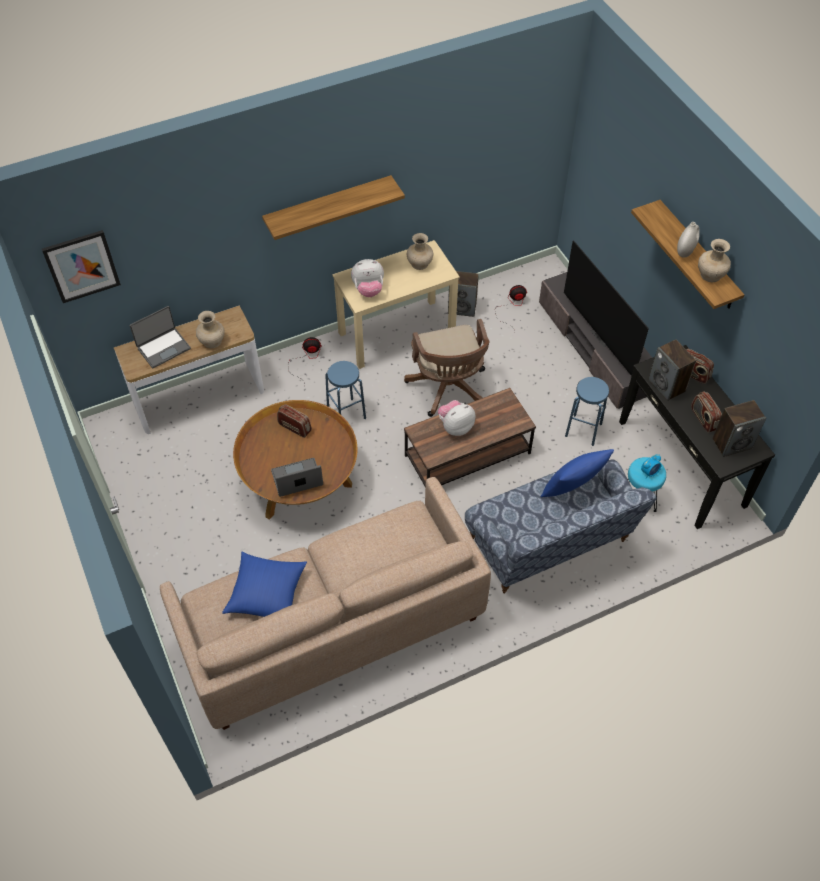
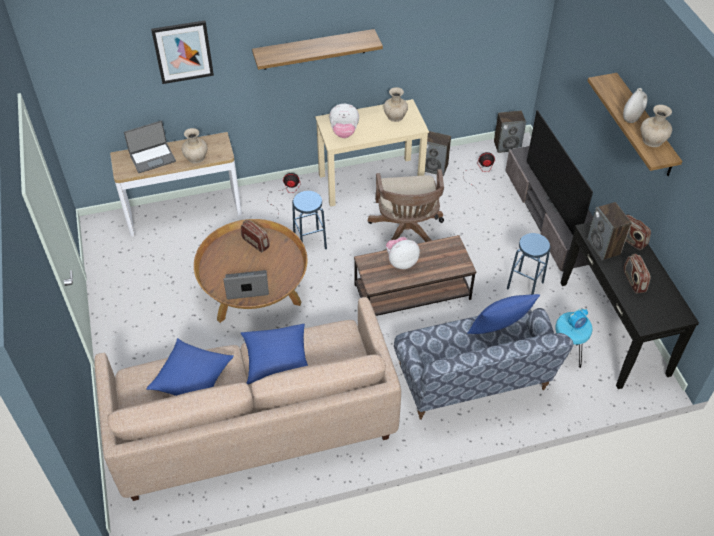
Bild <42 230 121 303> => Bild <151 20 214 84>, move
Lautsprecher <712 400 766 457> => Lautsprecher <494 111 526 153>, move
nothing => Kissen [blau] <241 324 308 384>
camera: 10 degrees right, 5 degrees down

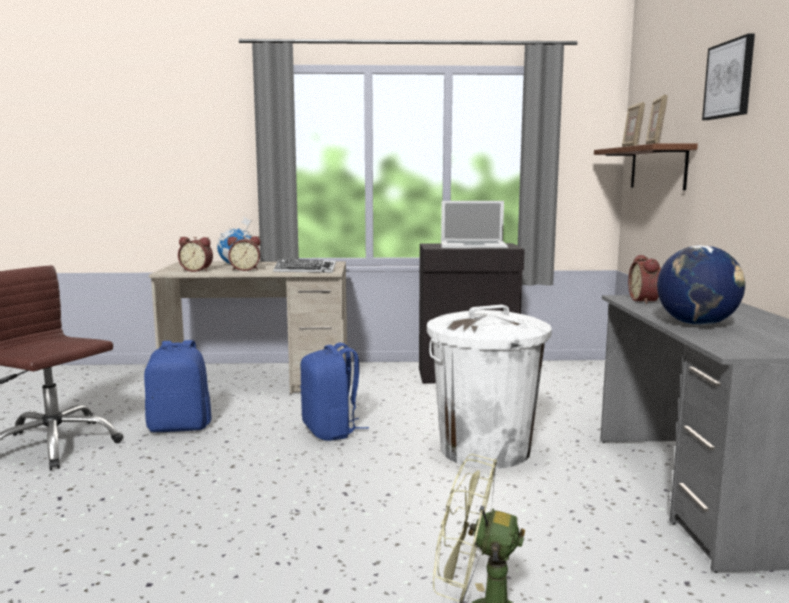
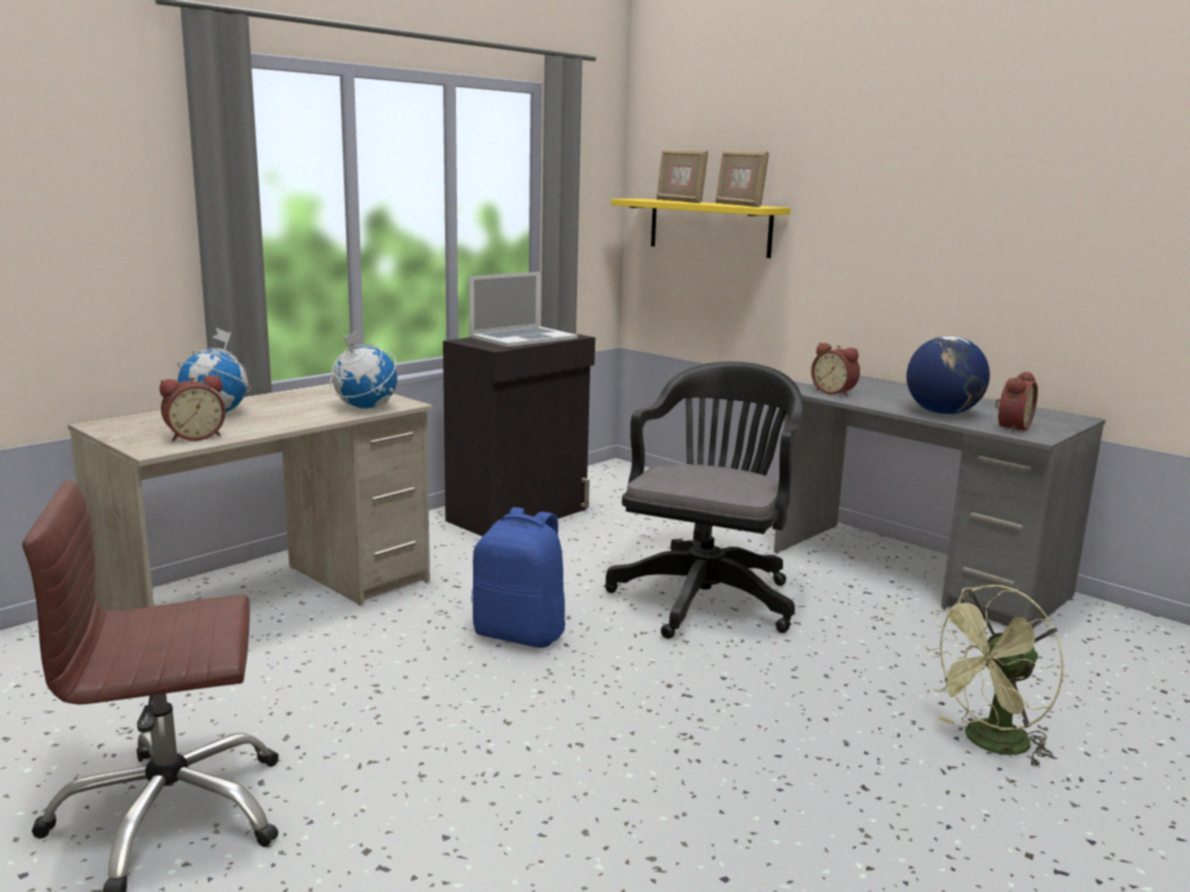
Bild <702 34 755 120> => nothing
Wandregal [braun] <594 143 698 190> => Wandregal [gelb] <611 199 791 258>
Wecker <227 236 260 271> => Wecker <995 372 1038 433>, move
Tastatur <273 259 336 273> => Globus <330 330 397 409>
Mülleimer [weiß] <427 305 552 469> => Bürostuhl [schwarz] <605 361 802 639>
Rucksack [blau] <144 340 212 432> => nothing
camera: 45 degrees left, 5 degrees up

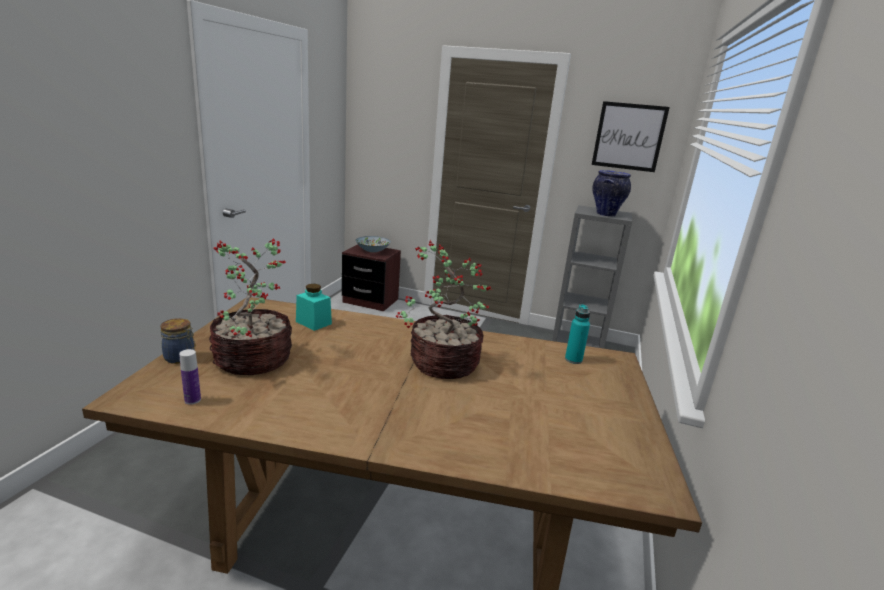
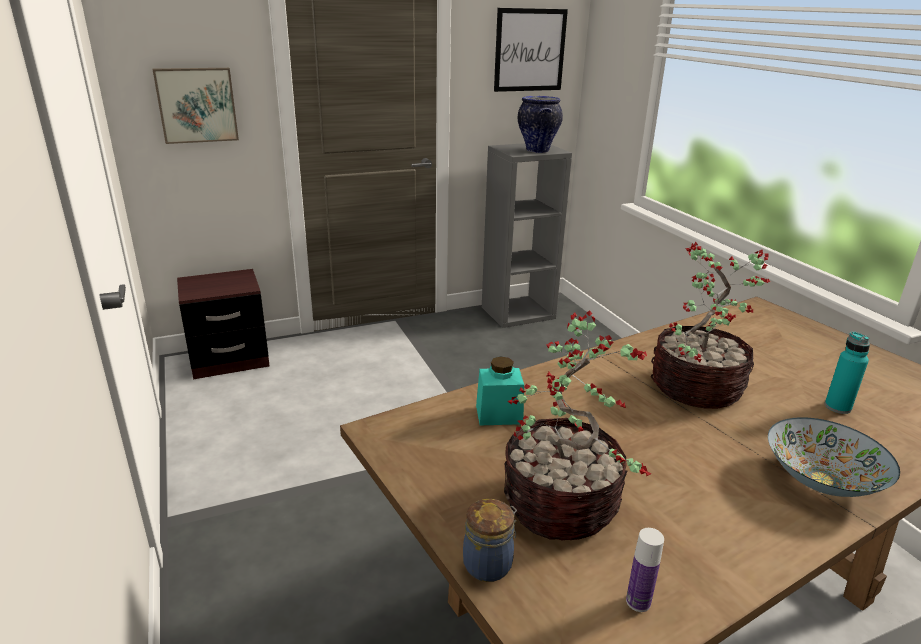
Schüssel <356 236 391 253> => Schüssel <768 417 900 497>, move
Flasche [türkis] <565 304 590 364> => Flasche [türkis] <825 331 870 414>, move
nothing => Bild <153 68 239 144>
camera: 40 degrees left, 5 degrees up

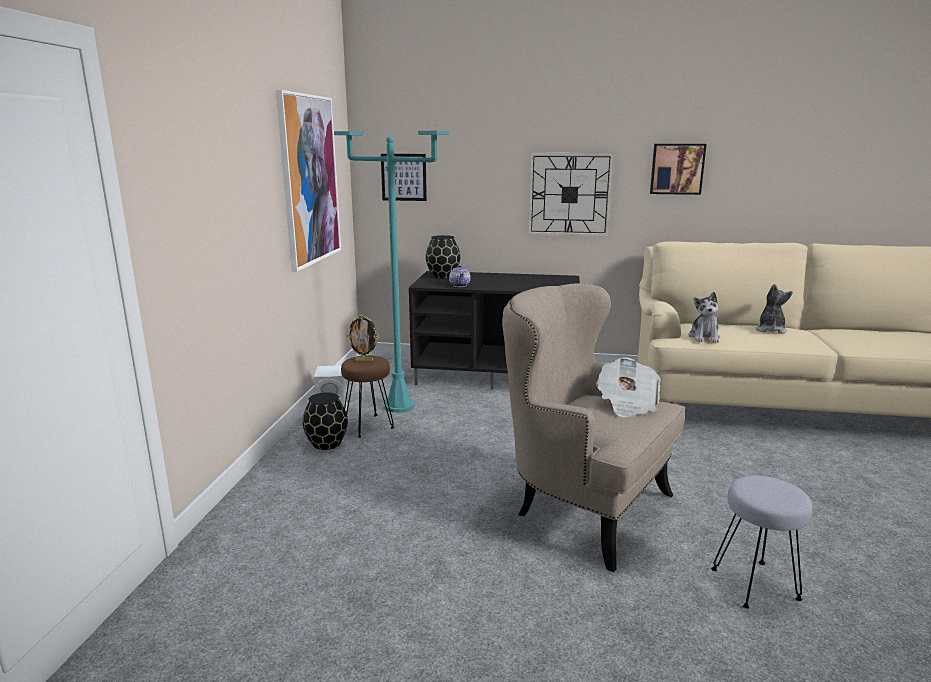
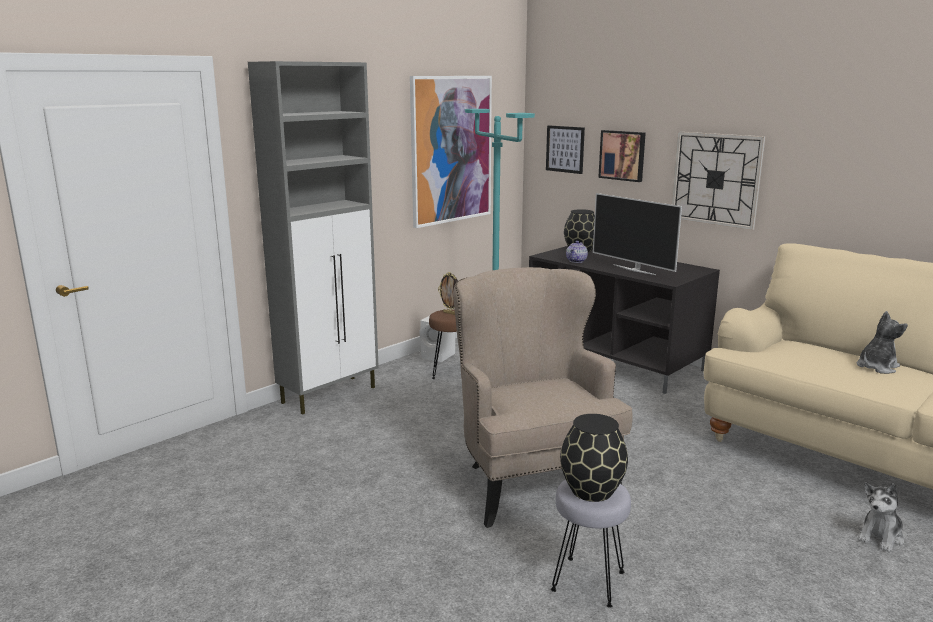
Bild <650 144 707 195> => Bild <598 130 646 182>, move
Plüschtier <688 292 720 343> => Plüschtier <858 482 904 552>, move
Zeitung <596 357 661 417> => nothing
Vase [schwarz] <303 393 348 450> => Vase [schwarz] <560 414 628 502>, move
nothing => Schrank [grau] <248 61 379 415>
nothing => Fernseher <593 193 682 275>
camera: 35 degrees right, 0 degrees up

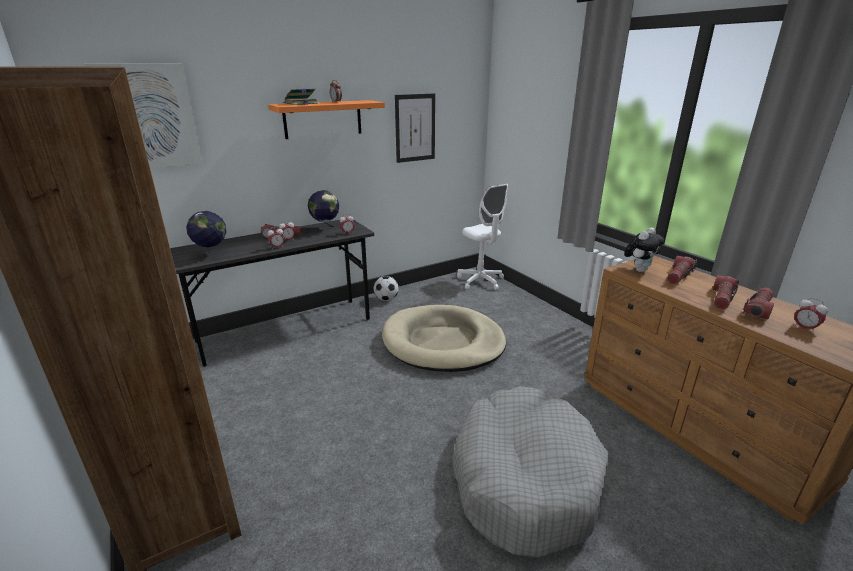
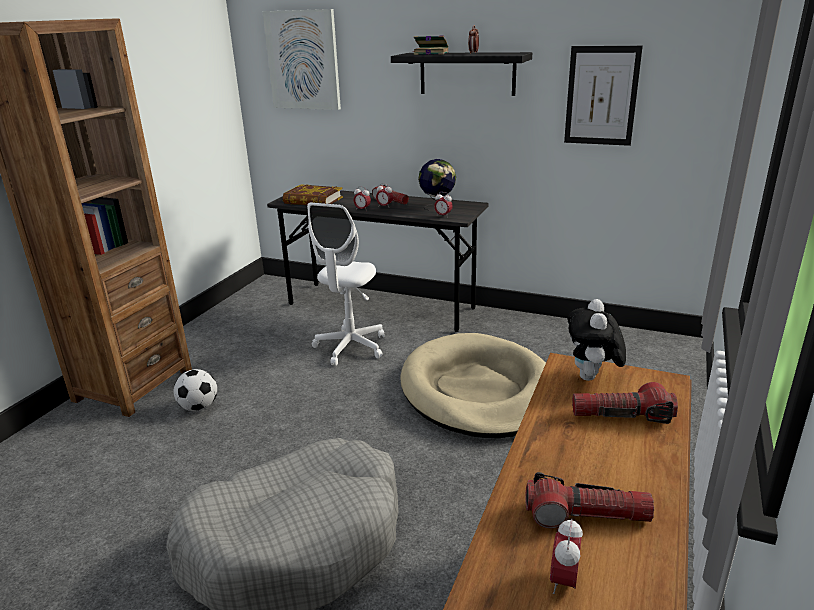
Wandregal [orange] <268 100 385 139> => Wandregal [schwarz] <391 52 532 96>
Bürostuhl [weiß] <457 184 508 290> => Bürostuhl [weiß] <307 202 384 366>, move
Globus <186 211 228 258> => Buch <283 184 343 205>
Plüschtier <624 228 664 272> => Plüschtier <568 299 626 381>, 90 degrees clockwise
Taschenlampe <713 275 740 309> => nothing
Fußball <374 276 399 301> => Fußball <174 369 217 411>, move
camera: 55 degrees right, 0 degrees up

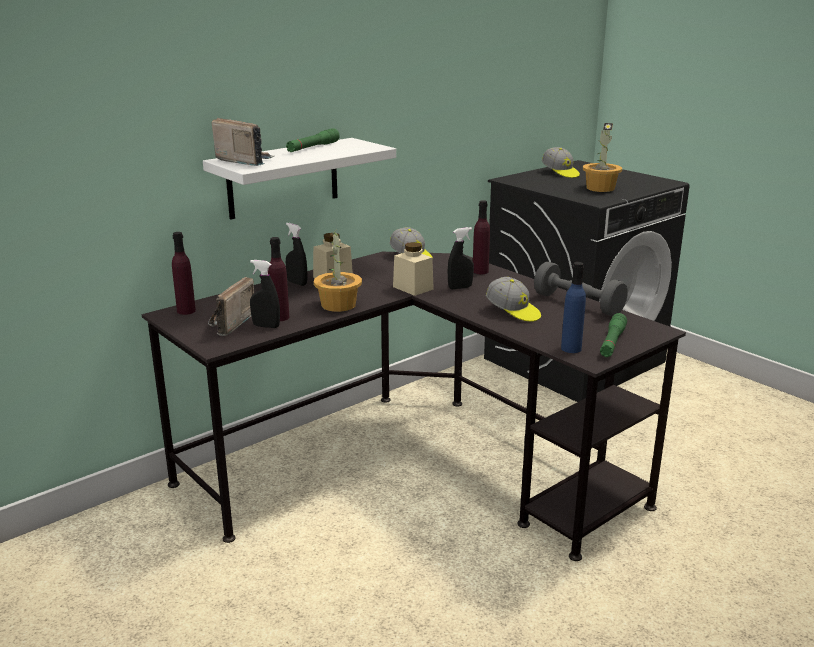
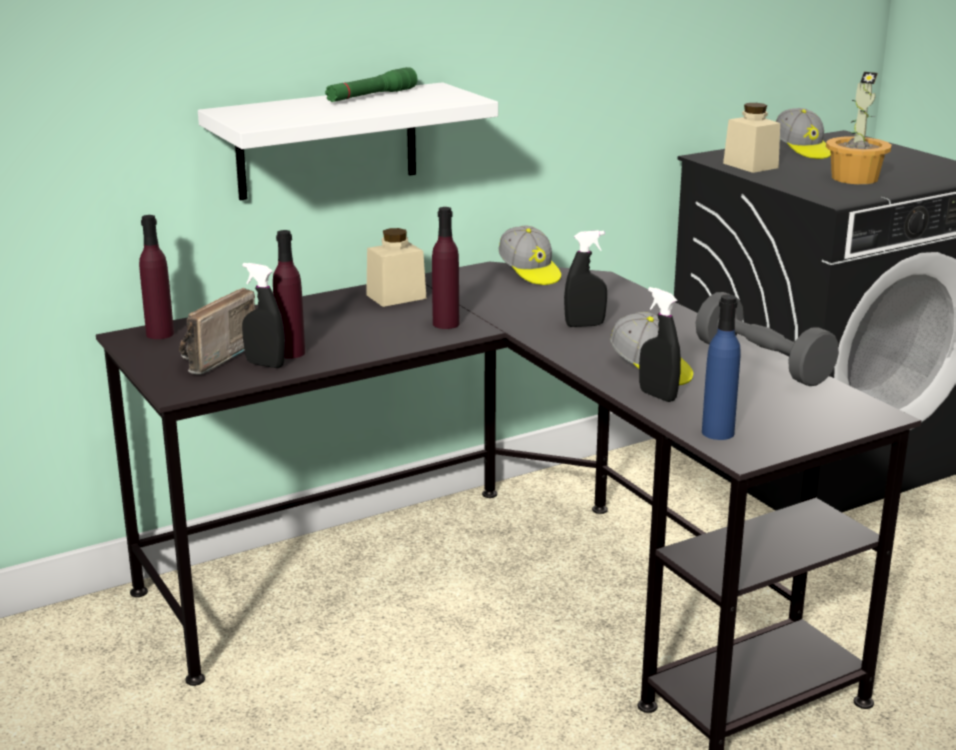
Radio <212 118 274 166> => nothing
Flasche [lila] <473 200 490 274> => Flasche [lila] <432 207 459 329>, move
Sprühflasche [schwarz] <286 223 307 286> => Sprühflasche [schwarz] <639 287 681 402>, move
Topfpflanze <314 231 362 312> => nothing
Vorratsglas [beige] <393 242 434 296> => Vorratsglas [beige] <723 103 780 173>, move
Taschenlampe [grün] <600 313 627 357> => nothing
camera: 10 degrees right, 0 degrees up

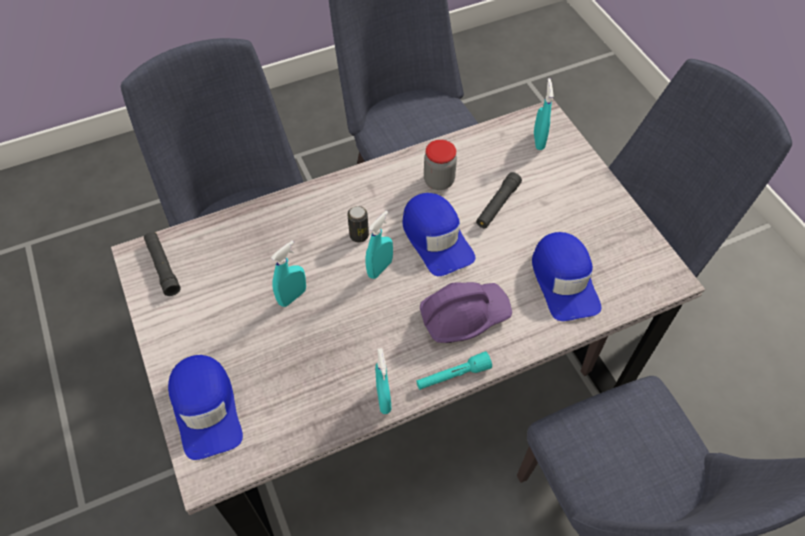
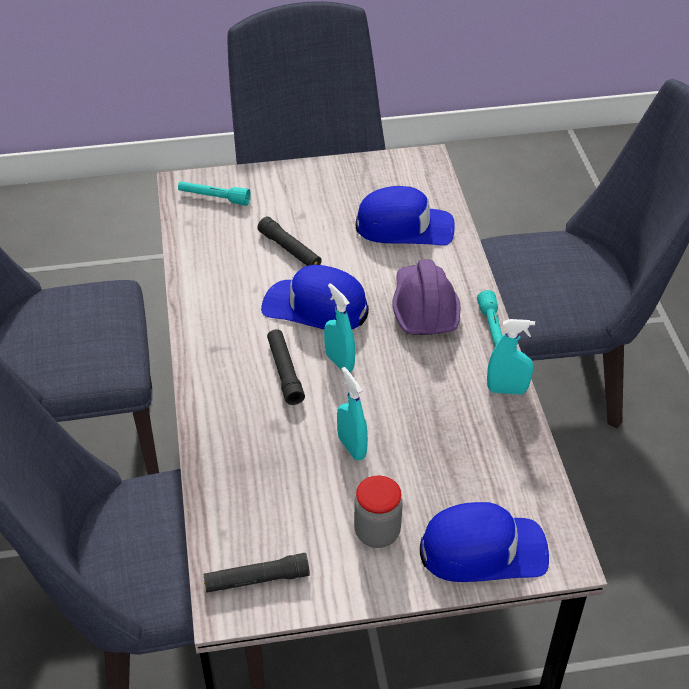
Sprühflasche [türkis] <534 78 553 150> => Taschenlampe [türkis] <178 181 250 206>
Vorratsglas <424 140 457 190> => Vorratsglas <354 476 403 548>, move
Kappe [blau] <402 193 475 276> => Kappe [blau] <261 265 369 329>, 150 degrees counterclockwise
Dose <347 206 369 243> => Taschenlampe [schwarz] <267 329 305 405>
camera: 75 degrees left, 10 degrees down

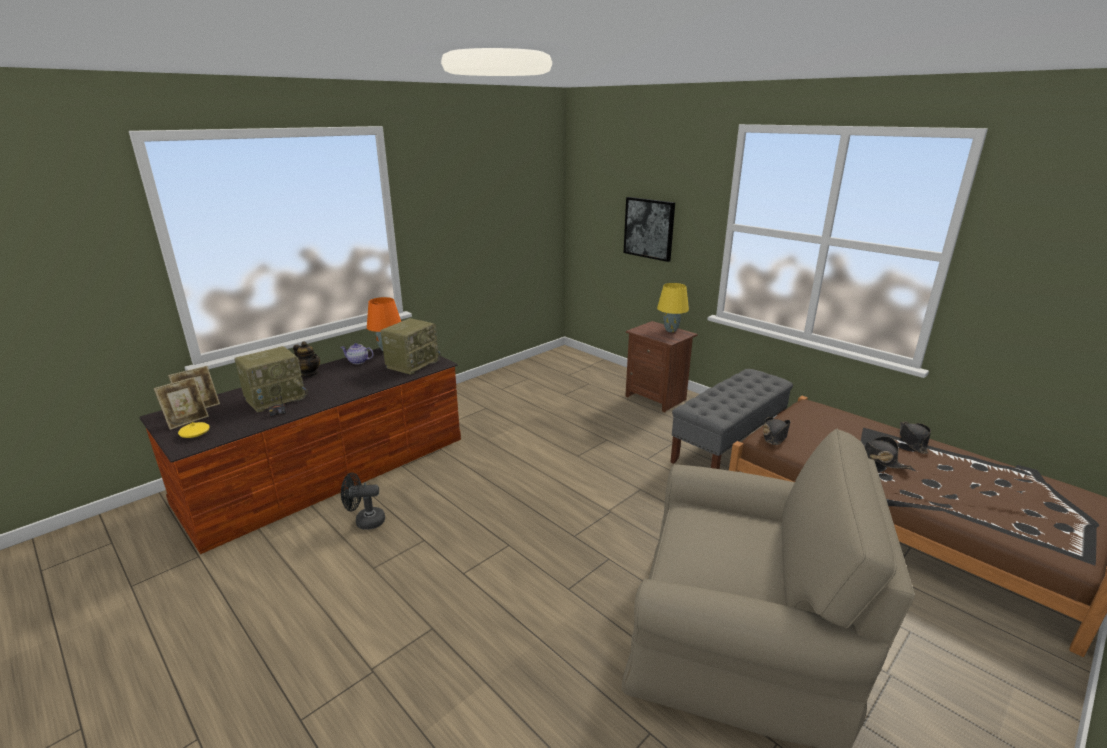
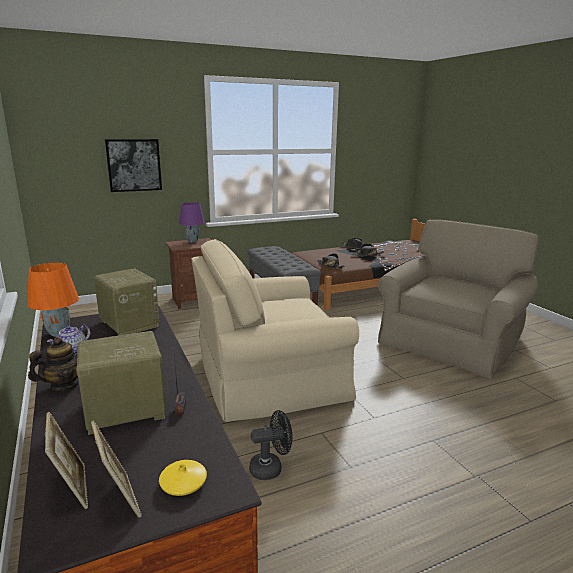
Tischlampe [gelb] <657 283 689 332> => Tischlampe [lila] <179 202 205 243>
Radio <234 346 308 413> => Radio <76 331 166 435>, 90 degrees counterclockwise
Ventilator [schwarz] <341 473 385 530> => Ventilator [schwarz] <249 410 293 480>, 120 degrees counterclockwise
nothing => Sessel [beige] <191 239 359 422>
camera: 70 degrees left, 5 degrees down

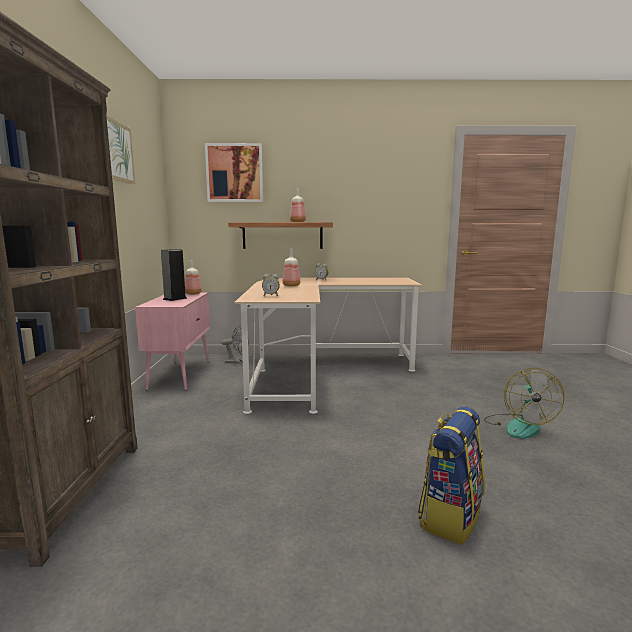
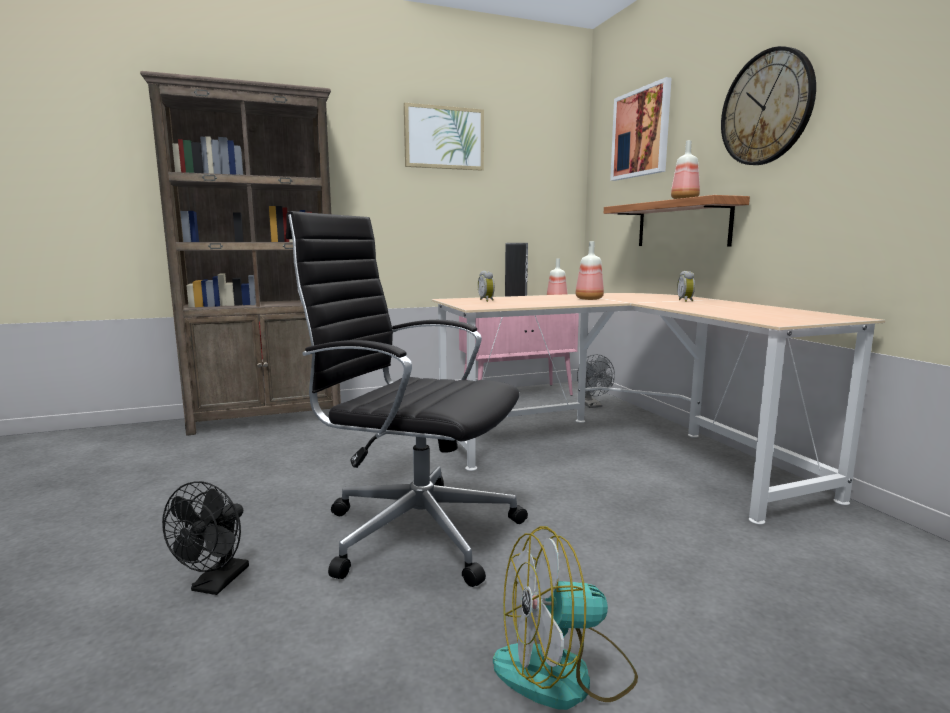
Rucksack <417 407 485 545> => Ventilator [schwarz] <162 481 249 595>
nothing => Wanduhr <721 46 816 165>
nothing => Bürostuhl [schwarz] <286 211 528 587>
camera: 70 degrees right, 0 degrees up

